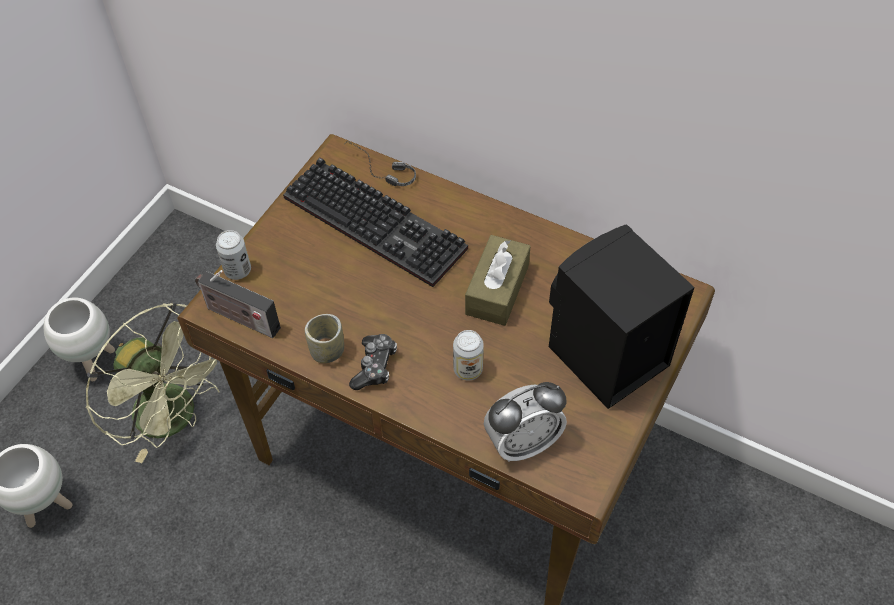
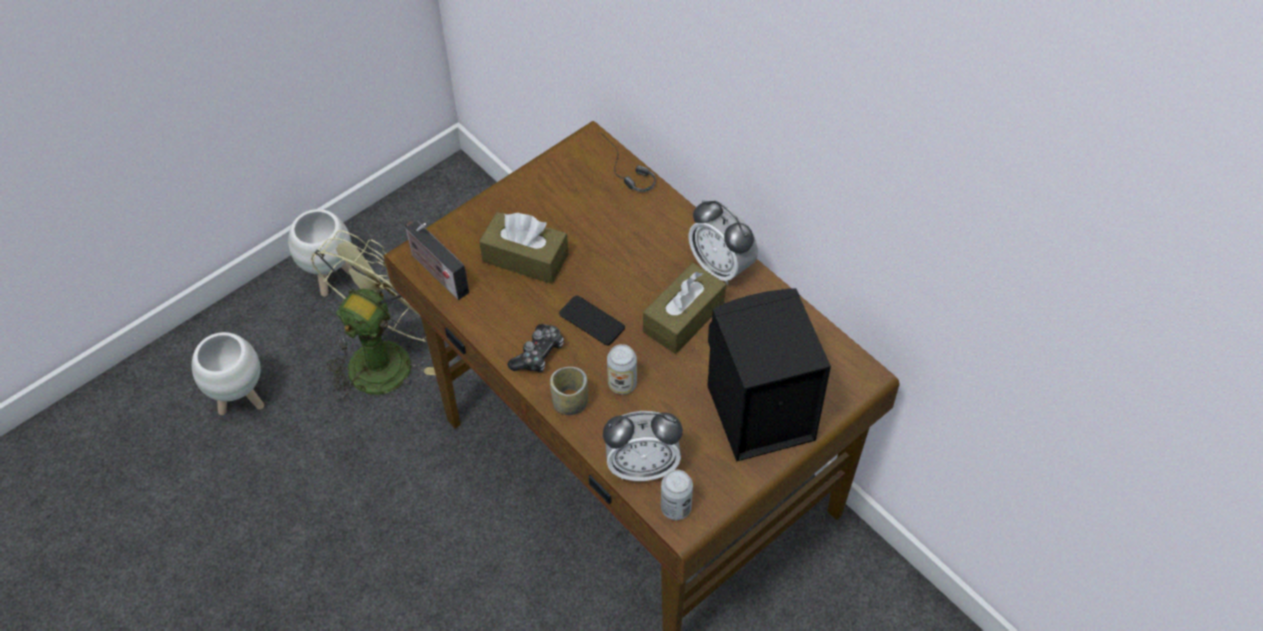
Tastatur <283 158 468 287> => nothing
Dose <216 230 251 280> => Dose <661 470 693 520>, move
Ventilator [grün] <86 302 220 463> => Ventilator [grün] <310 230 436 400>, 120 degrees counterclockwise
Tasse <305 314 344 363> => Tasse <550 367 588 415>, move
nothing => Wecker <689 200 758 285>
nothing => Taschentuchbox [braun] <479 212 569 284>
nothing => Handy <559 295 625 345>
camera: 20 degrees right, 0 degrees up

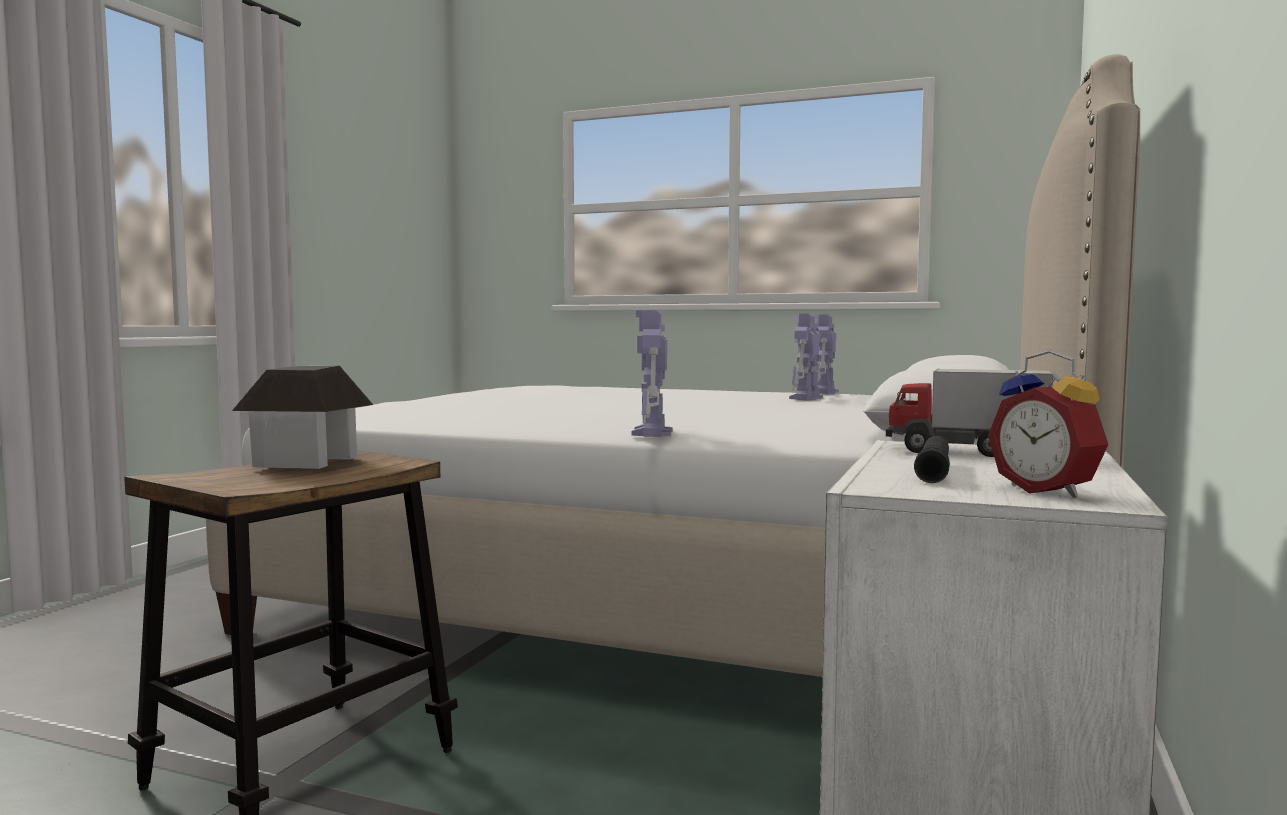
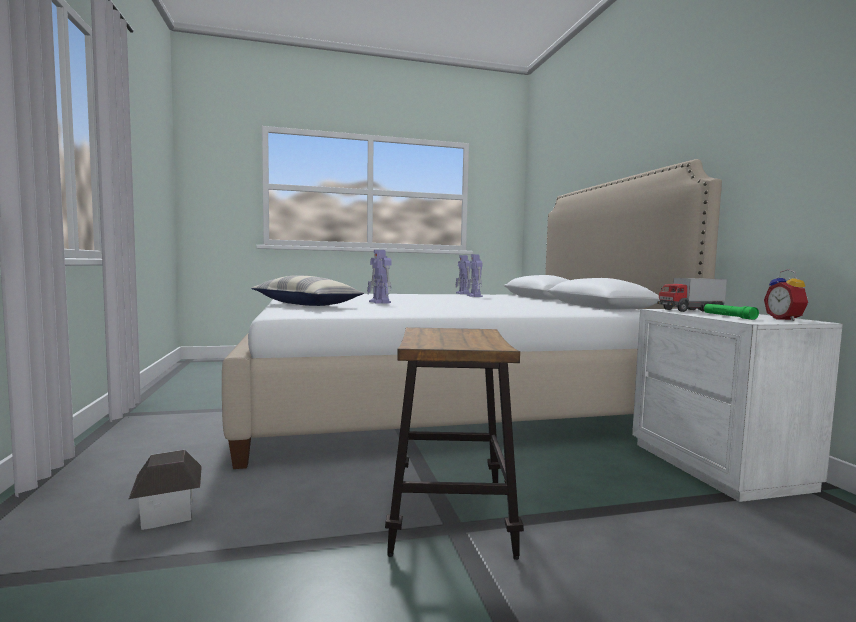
Spielzeugroboter <631 310 673 437> => Spielzeugroboter <367 250 392 304>, move
Wecker <988 350 1108 498> => Wecker <764 269 808 321>, 60 degrees clockwise
Spielzeughaus <232 365 373 469> => Spielzeughaus <128 450 202 530>, move
Taschenlampe [schwarz] <914 436 950 483> => Taschenlampe [grün] <704 304 759 320>
nothing => Kissen <251 275 364 306>
camera: 35 degrees left, 0 degrees up

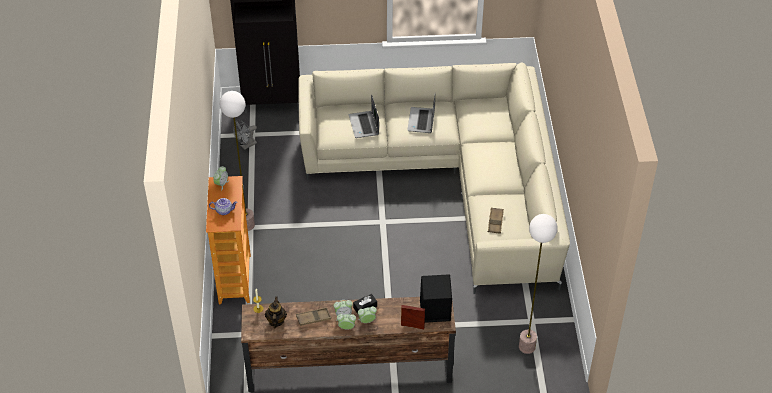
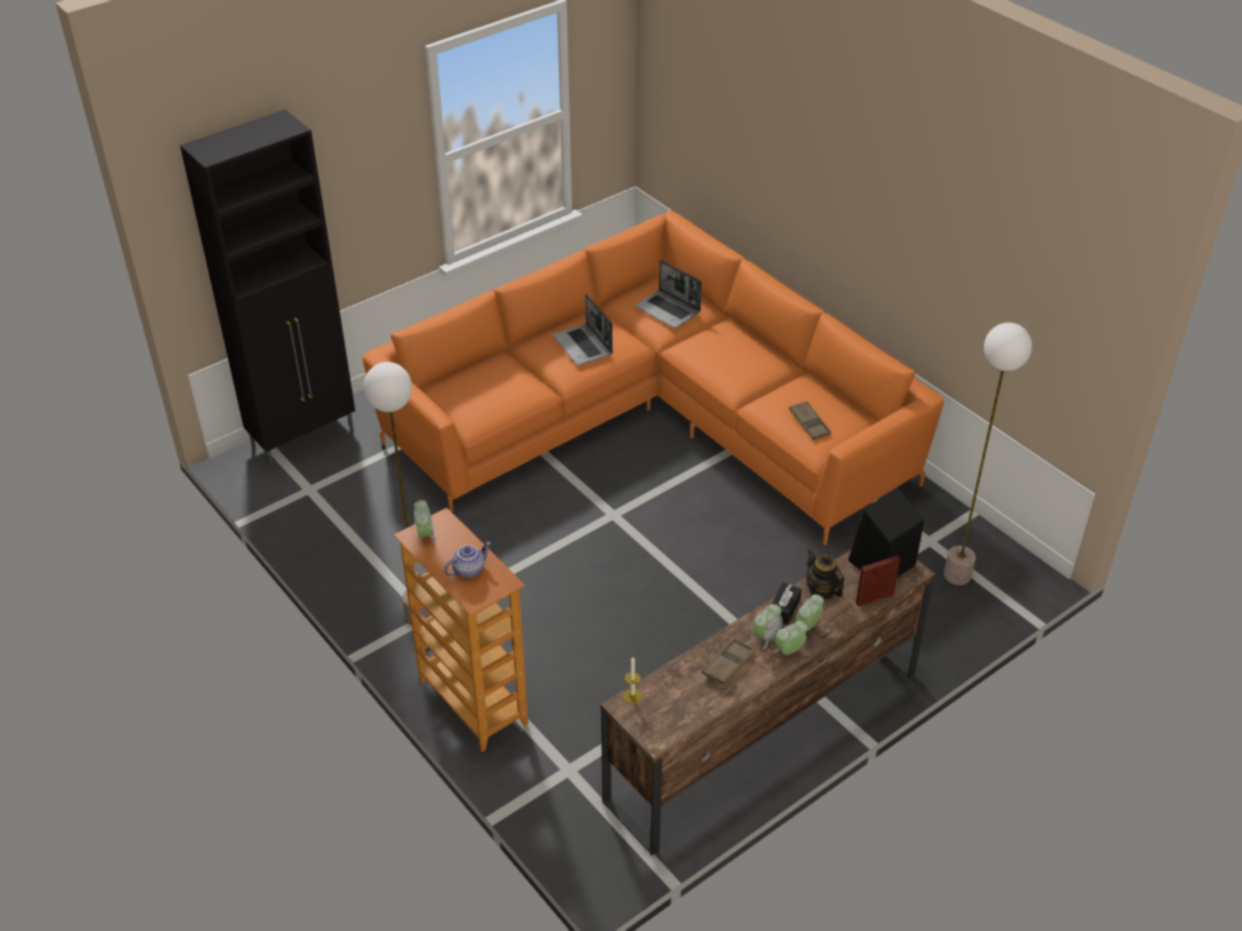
Sofa [beige] <298 62 570 294> => Sofa [orange] <363 210 944 545>
Laptop <349 94 379 138> => Laptop <635 260 702 328>, move
Ventilator [grau] <233 120 257 150> => nothing
Teekanne <265 296 287 329> => Teekanne <806 549 844 600>, move
camera: 35 degrees left, 5 degrees down

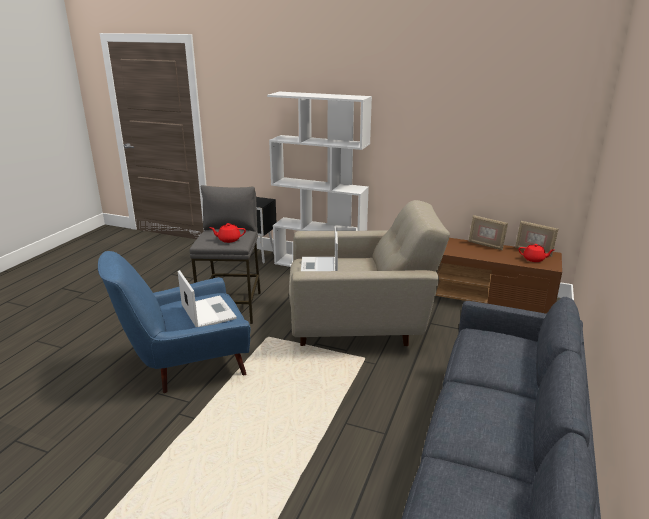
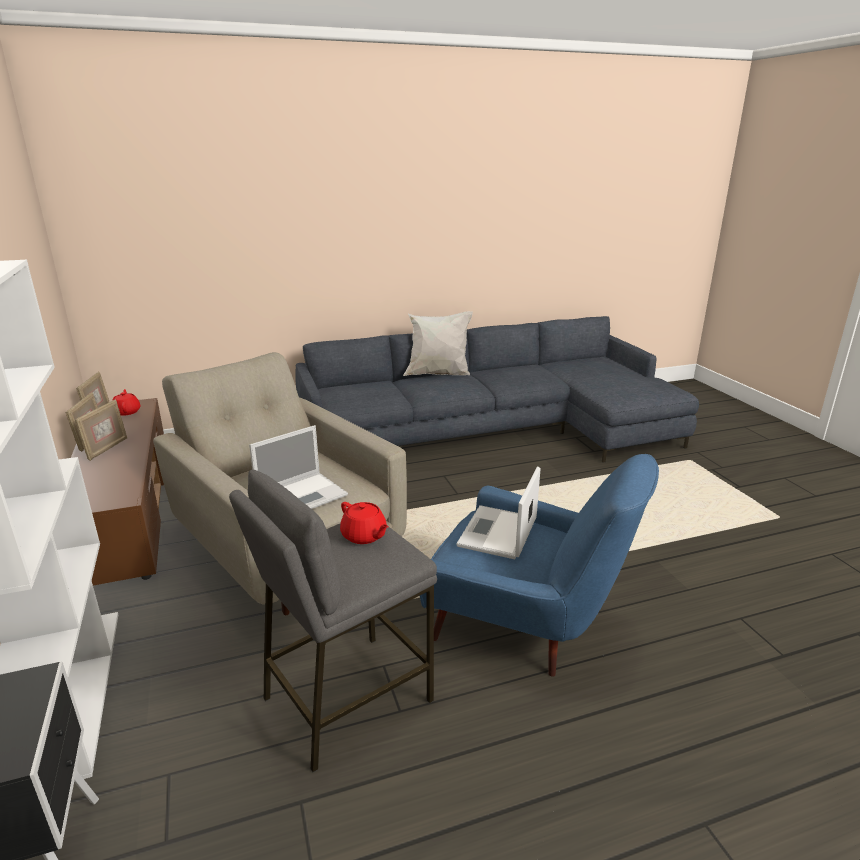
nothing => Kissen [weiß] <403 311 473 376>
nothing => Bilderrahmen <75 399 127 461>
camera: 130 degrees left, 0 degrees up

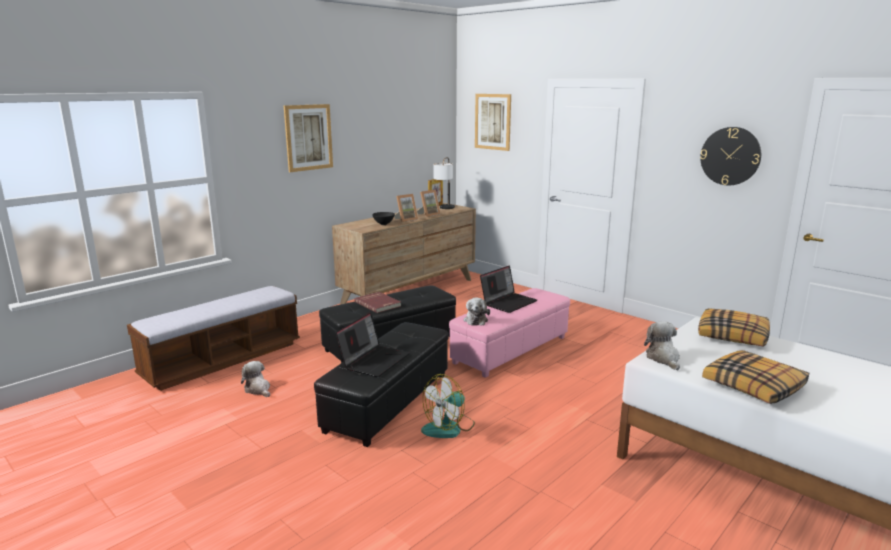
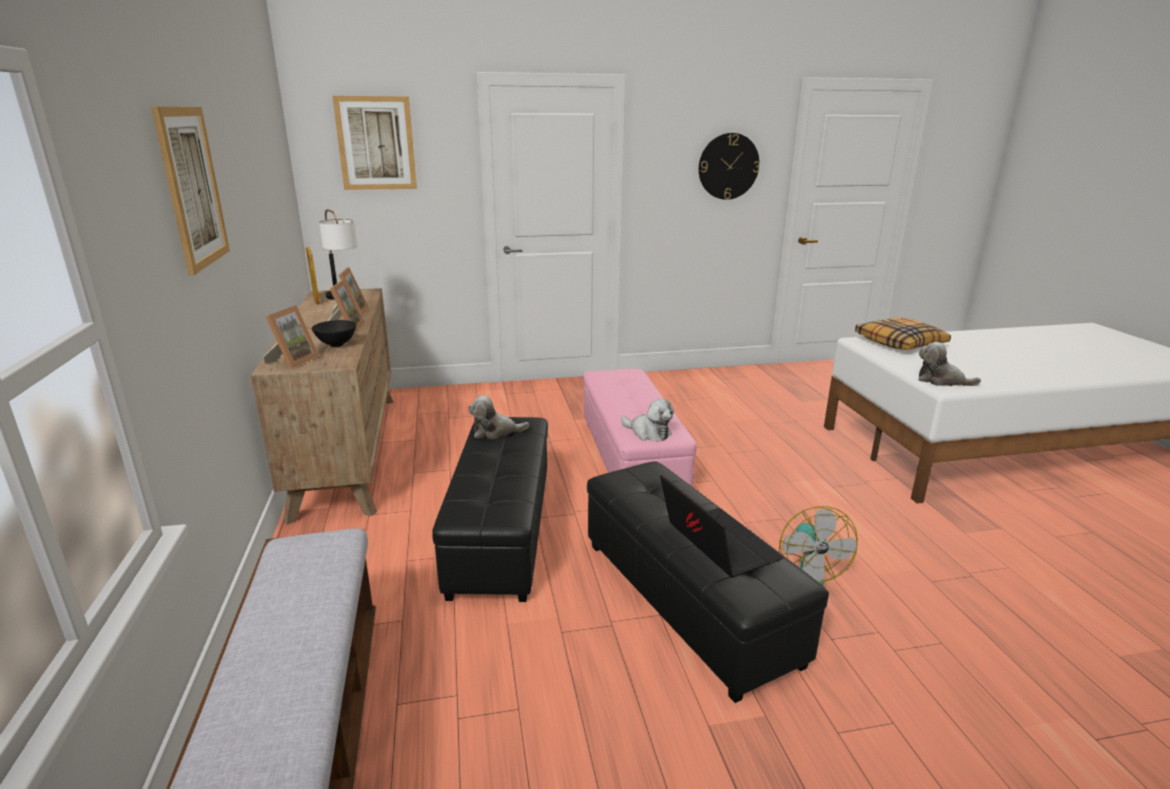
Laptop <480 265 537 313> => nothing
Buch [rot] <355 292 401 313> => nothing
Kissen <702 350 809 404> => nothing
Plüschtier <241 361 270 397> => Plüschtier <468 395 529 439>, move
nothing => Bilderrahmen <263 305 319 369>
camera: 55 degrees left, 5 degrees up

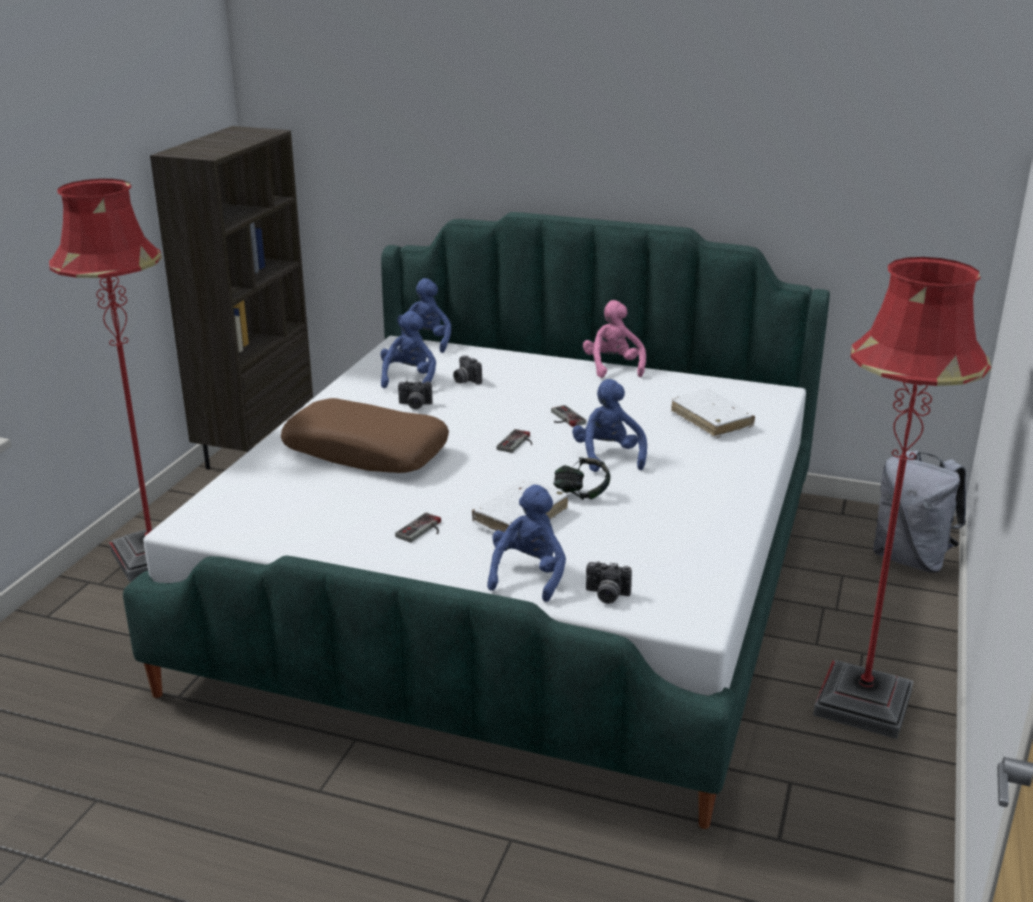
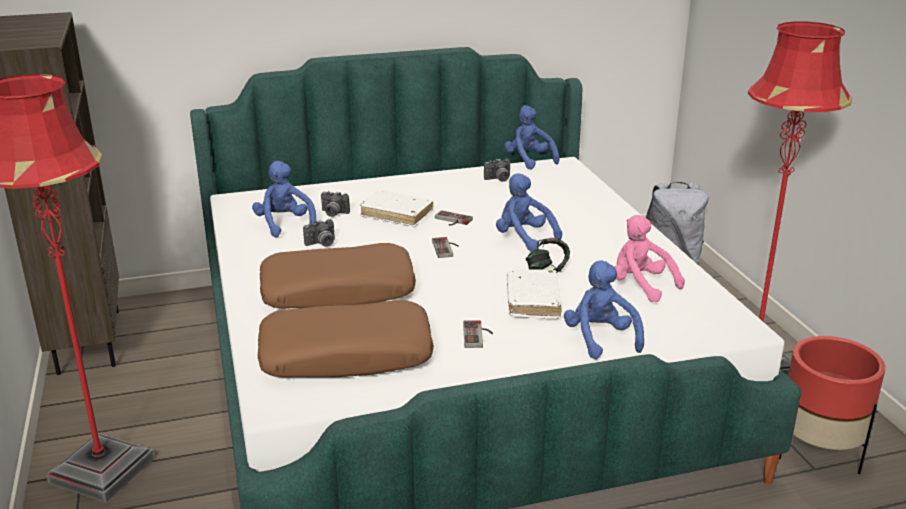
Plüschtier [blau] <397 278 451 353> => Plüschtier [blau] <504 105 560 170>, move
Plüschtier [rosa] <583 300 646 378> => Plüschtier [rosa] <614 215 685 302>, move
Buch [weiß] <671 389 755 438> => Buch [weiß] <360 190 433 227>, move
Kamera <586 561 632 604> => Kamera <484 158 510 182>, move
nothing => Kissen [braun] <258 300 434 378>
nothing => Pflanzkübel [rot] <779 336 885 474>
camera: 35 degrees left, 0 degrees up

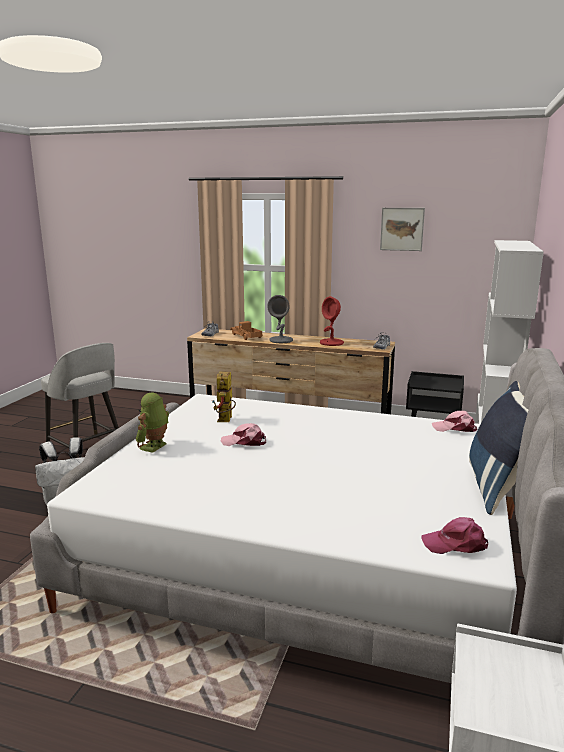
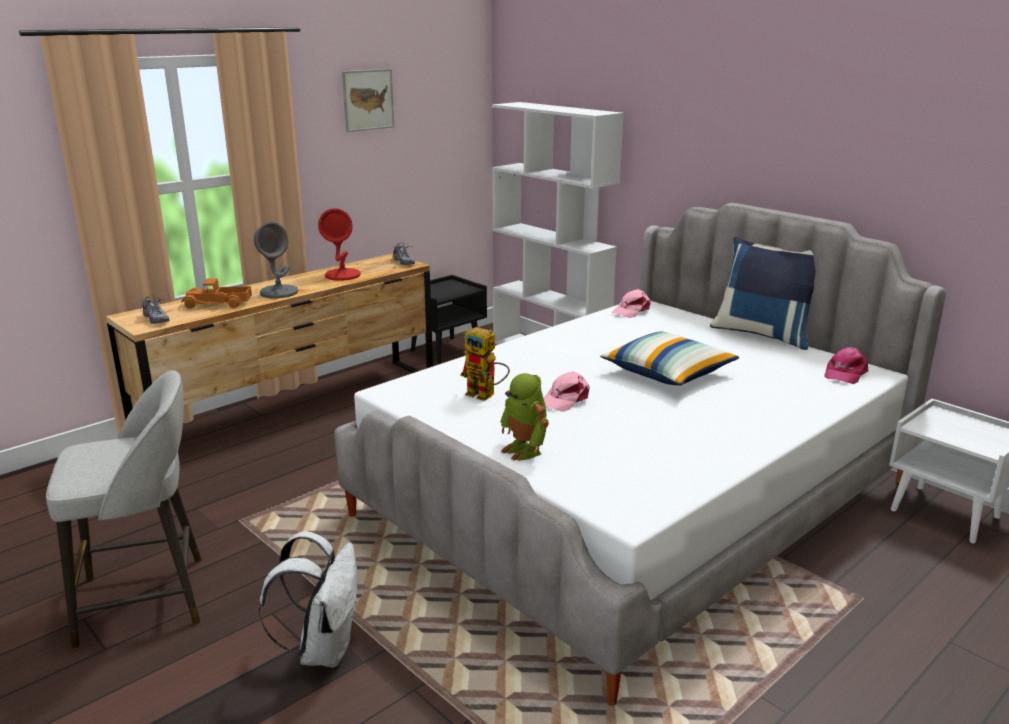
nothing => Kissen <600 331 739 385>
camera: 60 degrees left, 5 degrees up

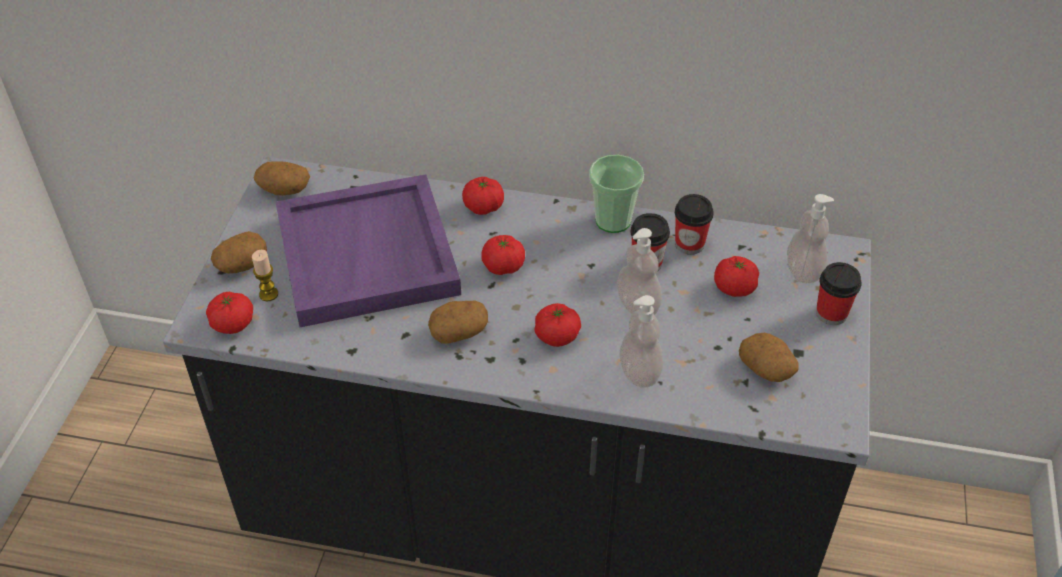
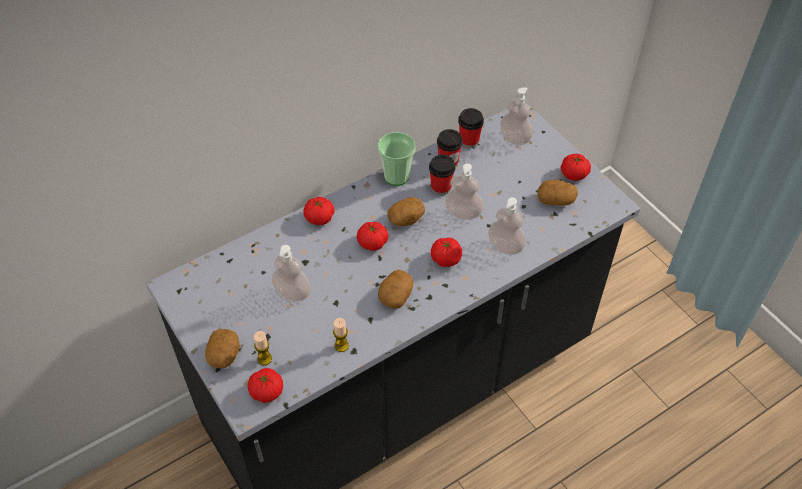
Kartoffel <254 161 310 196> => Kartoffel <387 197 425 226>, move
Tablett [lila] <276 174 461 327> => Seifenspender <272 245 311 301>
Tomate <714 256 759 297> => Tomate <560 154 591 181>, move
Tasse <816 262 862 325> => Tasse <458 108 484 148>, move
nothing => Kerze <333 318 349 352>
camera: 45 degrees left, 5 degrees up

